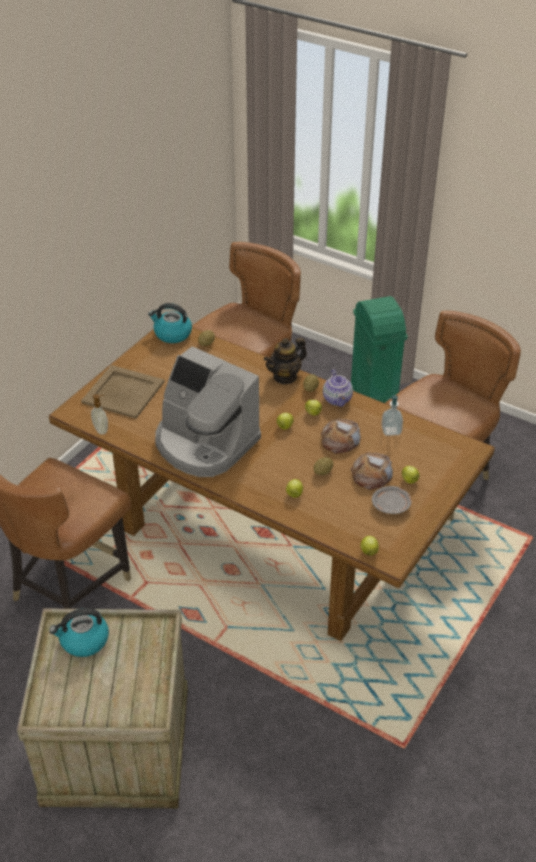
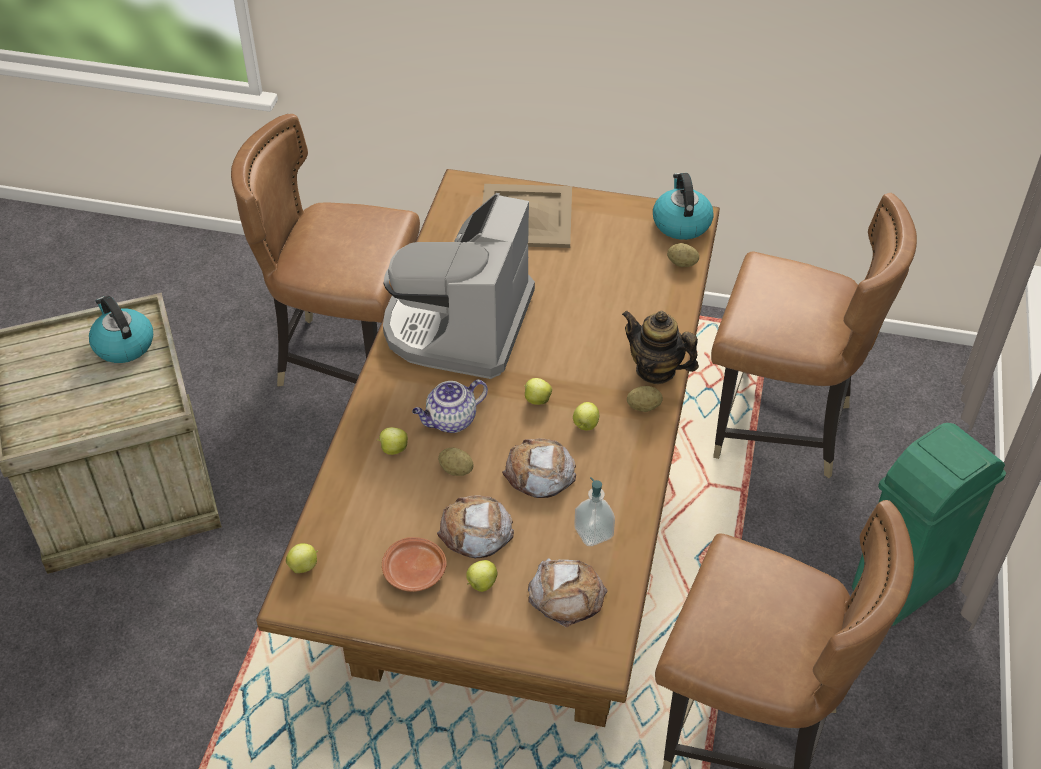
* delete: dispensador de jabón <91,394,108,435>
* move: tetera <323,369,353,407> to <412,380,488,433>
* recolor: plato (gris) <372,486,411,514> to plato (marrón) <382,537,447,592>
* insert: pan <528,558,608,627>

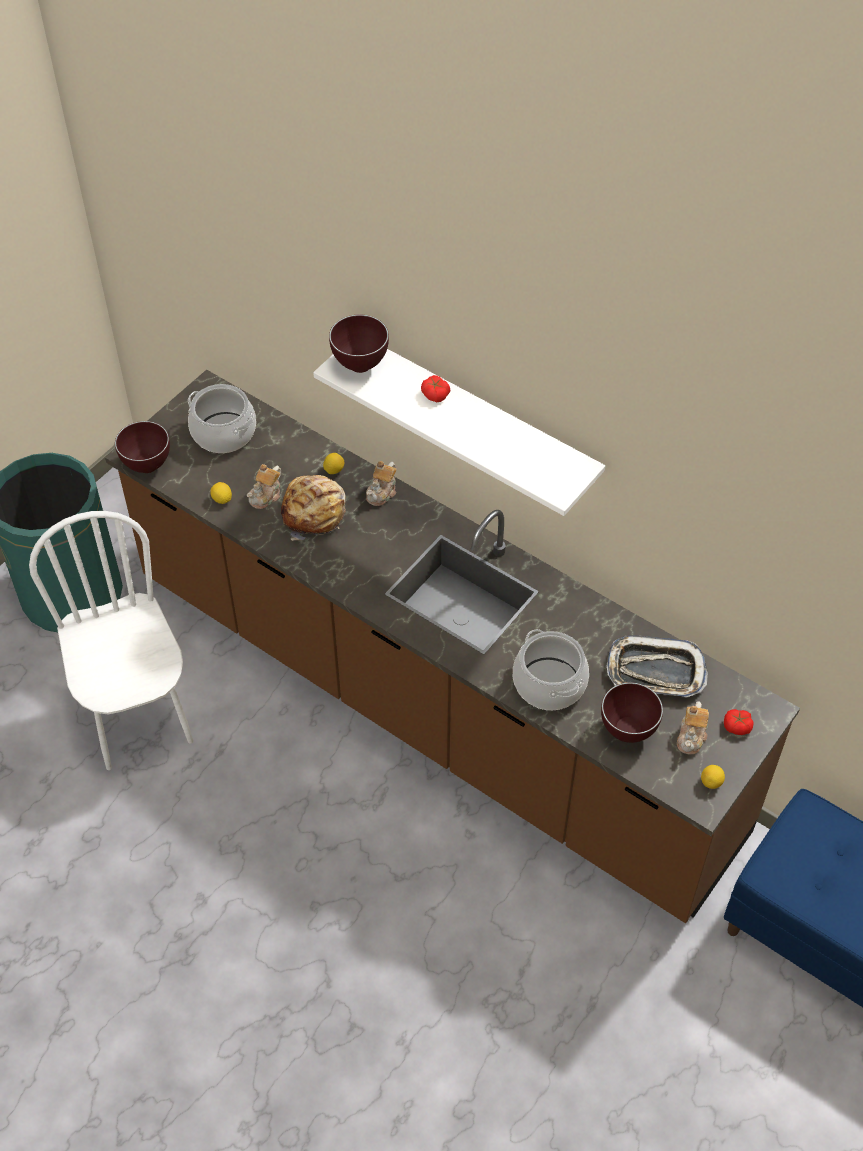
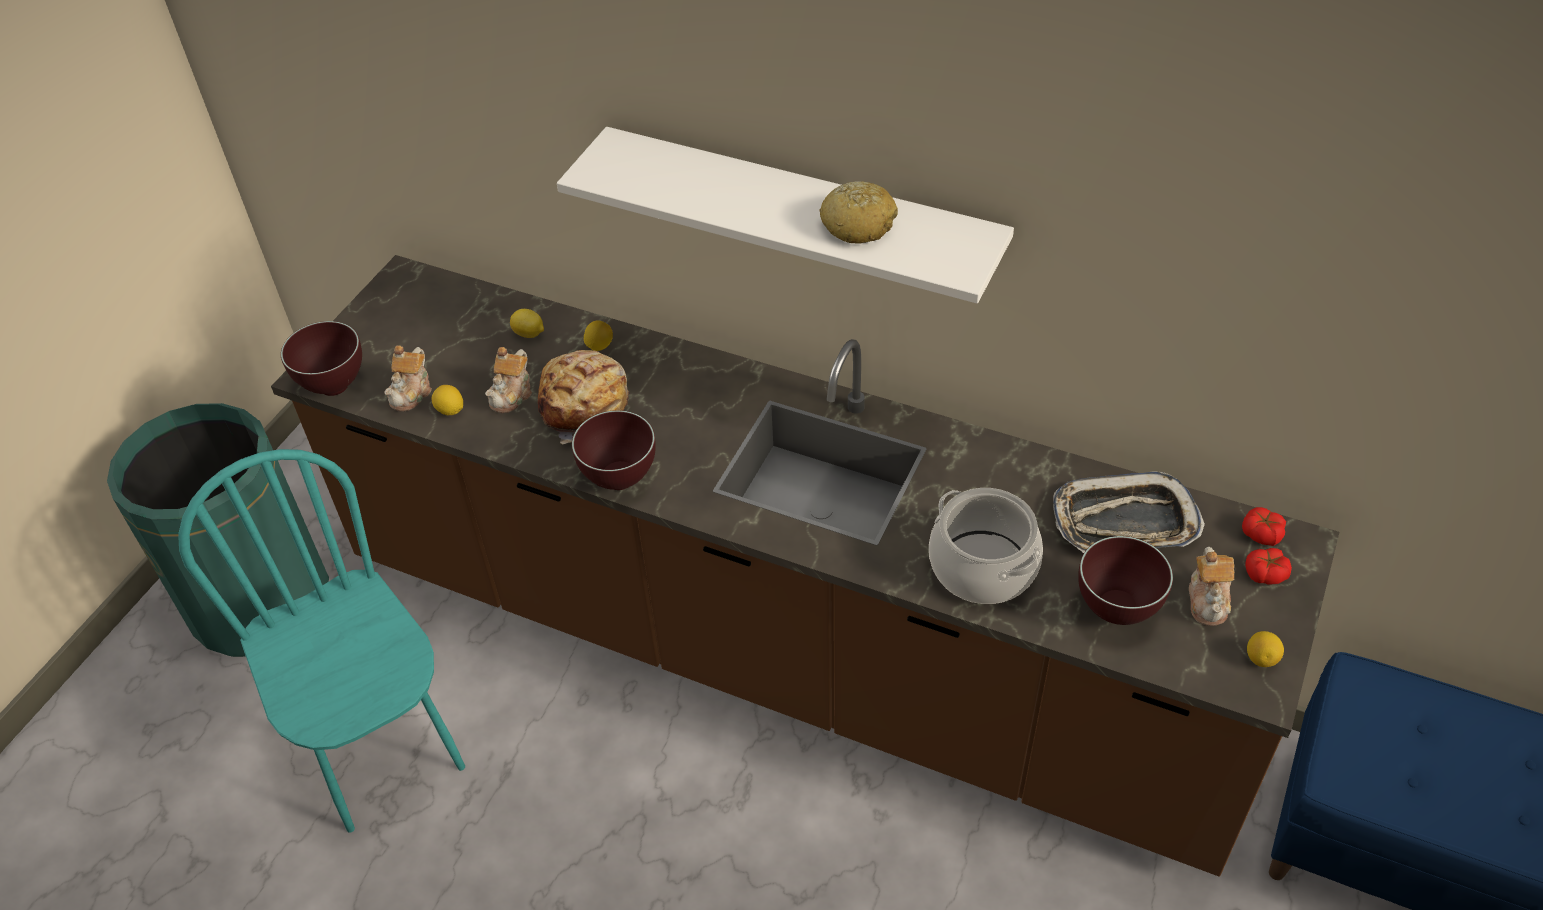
* recolor: silla (blanco) <29,511,193,770> to silla (turquesa) <178,449,465,833>
* delete: olla <188,384,256,453>
* move: cuenco (marrón) <329,315,389,373> to <572,410,656,490>
* move: tetera <366,461,396,506> to <384,345,432,412>
* move: tomate <421,375,450,402> to <1242,507,1286,546>
* insert: limón <510,309,544,338>
* insert: pan <819,181,898,244>

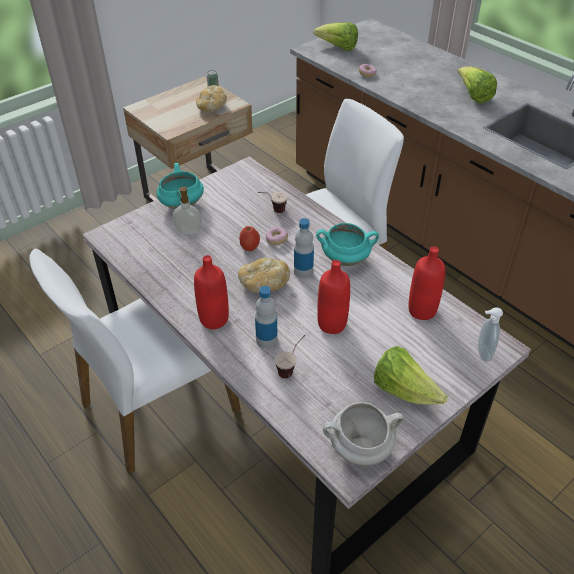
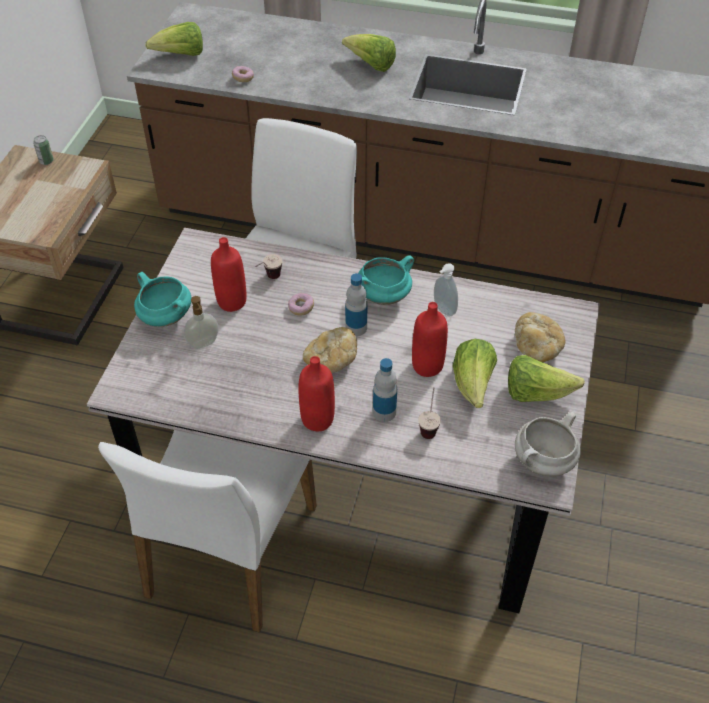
* move: pan <196,85,227,111> to <515,312,566,362>
* delete: manzana <239,226,260,251>
* move: botella (rojo) <409,247,445,320> to <211,237,247,312>
* move: dispensador de jabón <478,307,503,362> to <434,263,458,316>
* insert: lechuga <453,339,497,408>

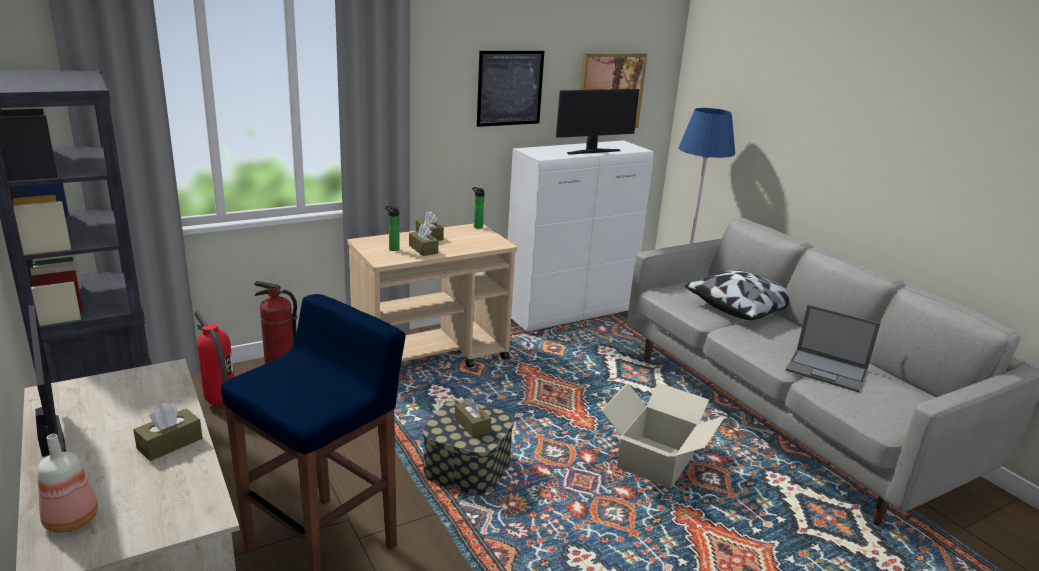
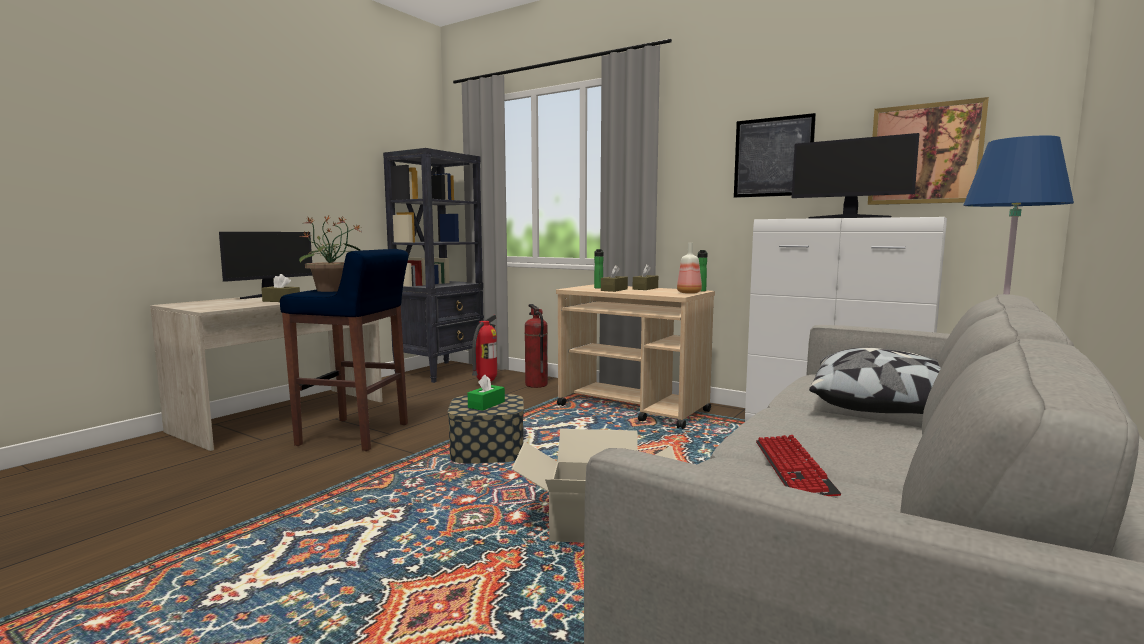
* move: botella <37,434,98,533> to <677,243,702,294>
* recolor: caja de pañuelos (marrón) <455,398,491,438> to caja de pañuelos (verde) <468,375,505,411>
* replace: portátil <786,305,880,392> to teclado <756,435,841,496>
* insert: planta en maceta <299,215,363,292>

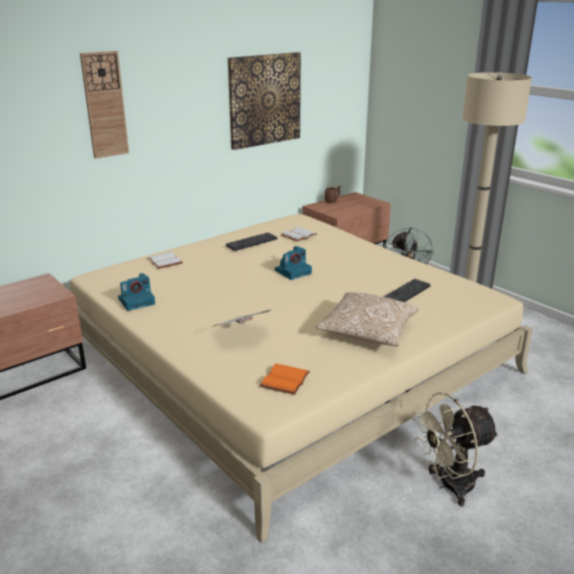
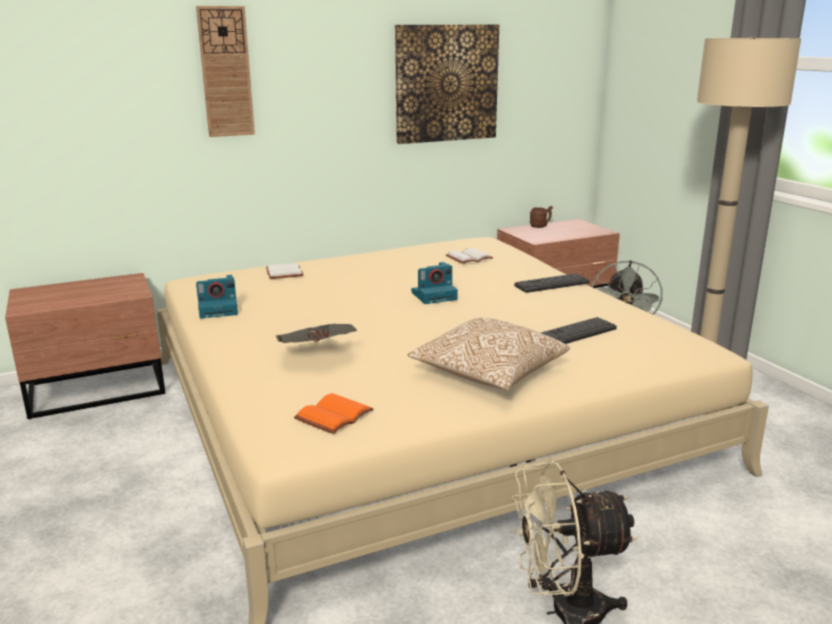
* move: teclado <226,233,277,251> to <514,273,590,293>

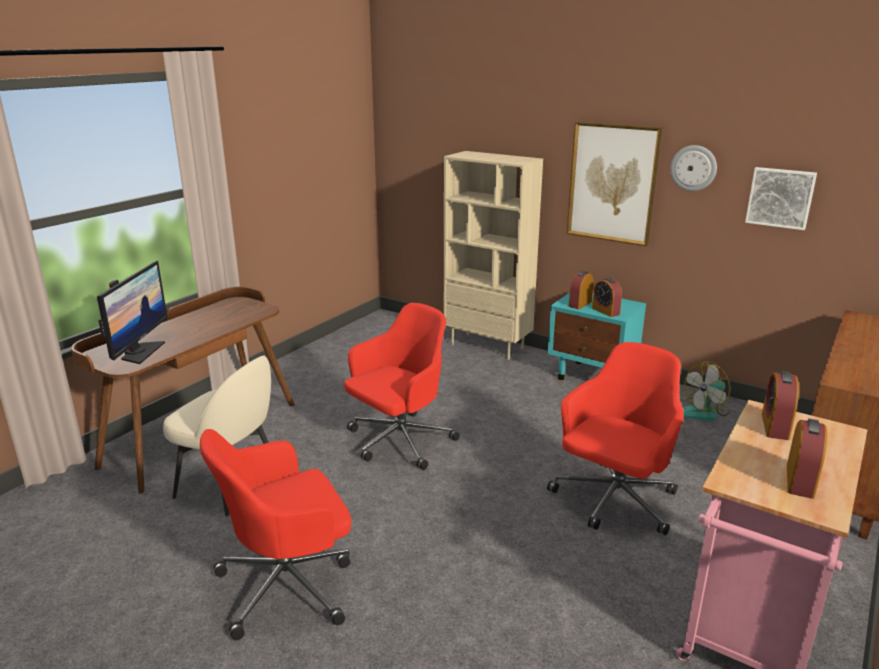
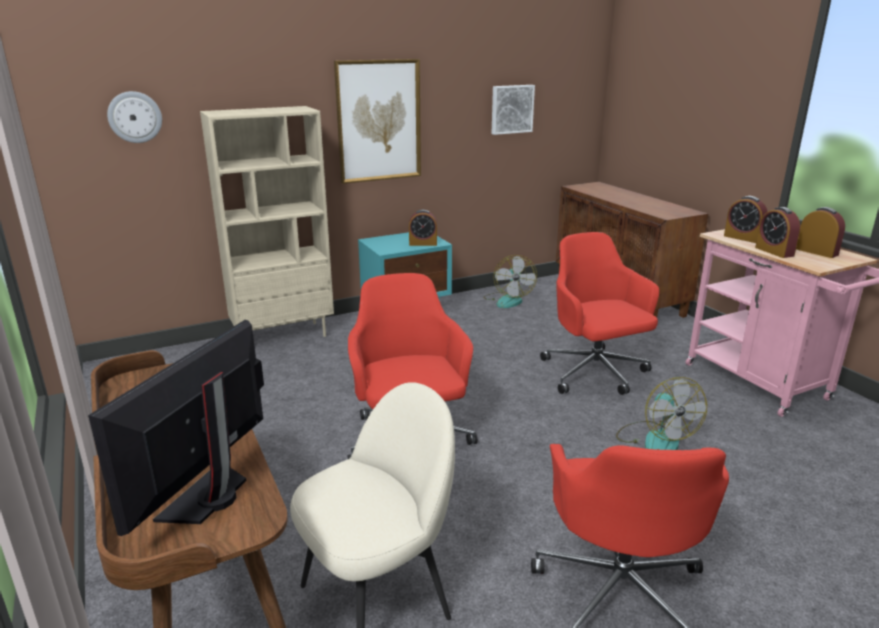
* rotate: monitor <97,261,167,364> = <88,320,264,536> 105 degrees counterclockwise
* move: despertador <569,271,594,309> to <755,207,800,258>
* move: reloj de pared <670,145,717,191> to <107,91,162,143>
* insert: ventilador <616,377,707,450>

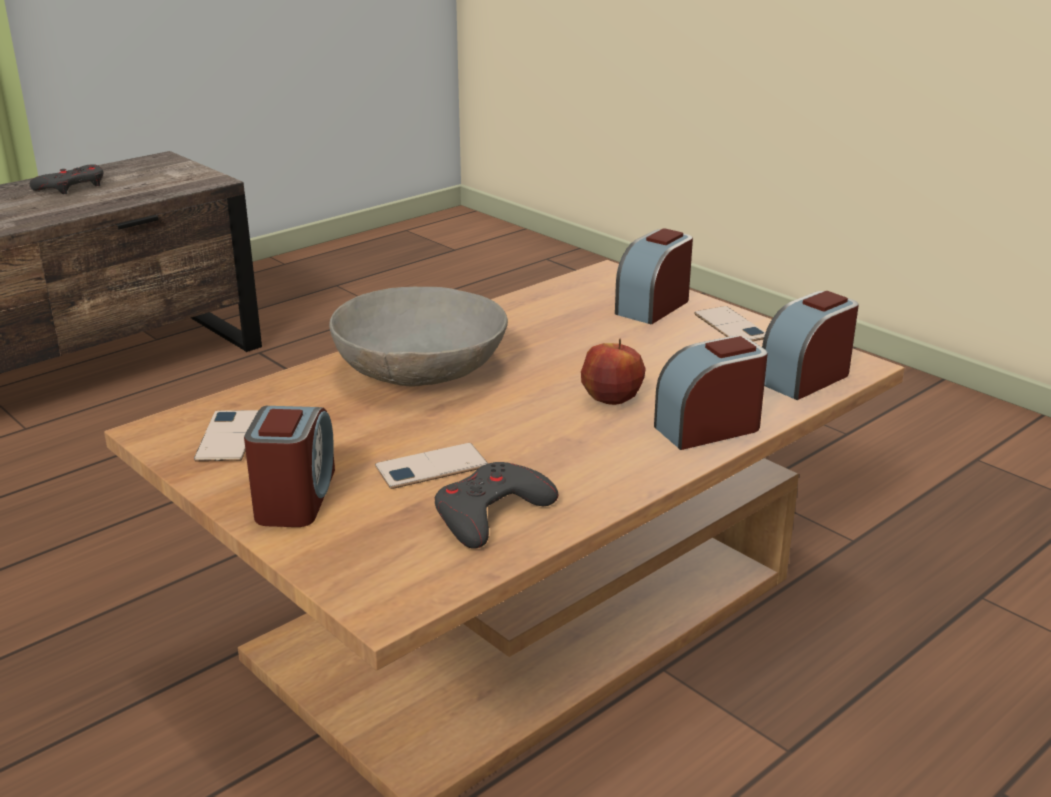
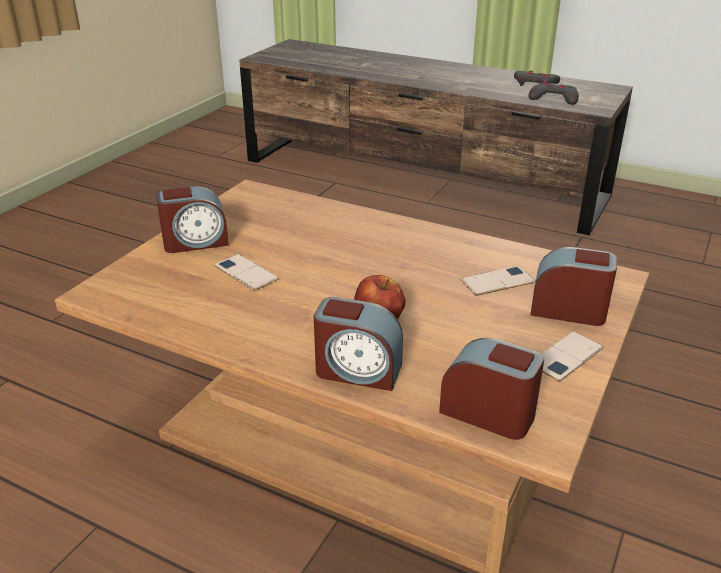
* move: móvil <194,410,259,461> to <461,266,536,295>
* delete: cuenco (gris) <329,287,508,386>
* move: mando de consola (gris) <435,462,558,549> to <528,81,579,105>
* rotate: despertador <654,336,768,450> = <314,297,403,391> 150 degrees clockwise

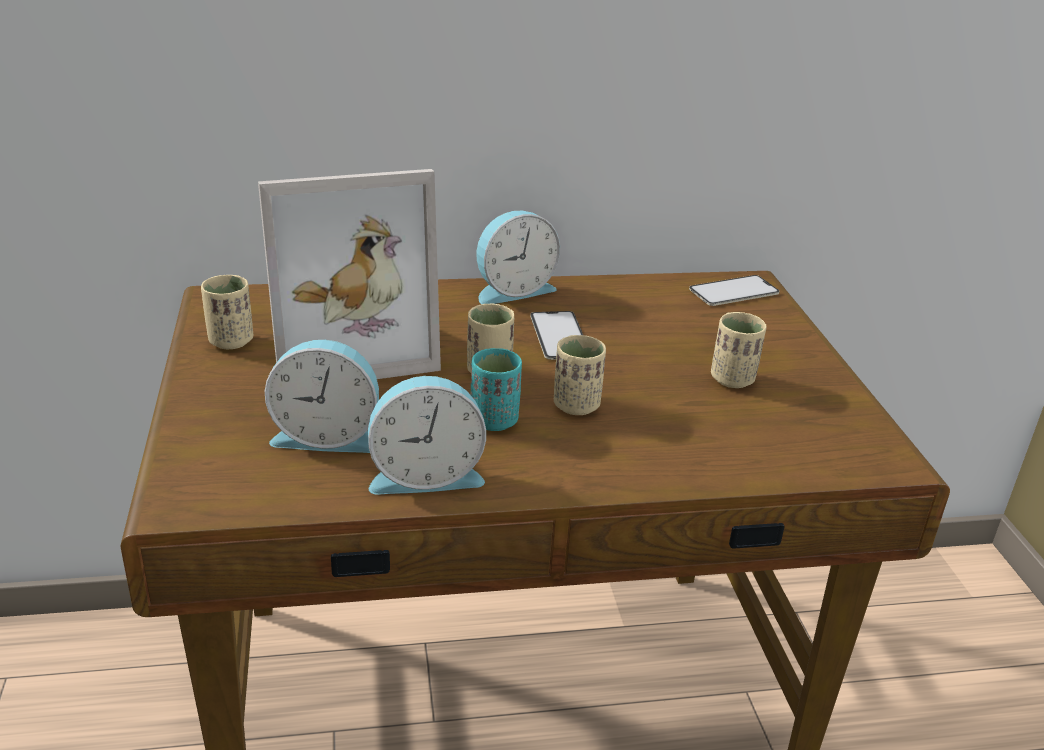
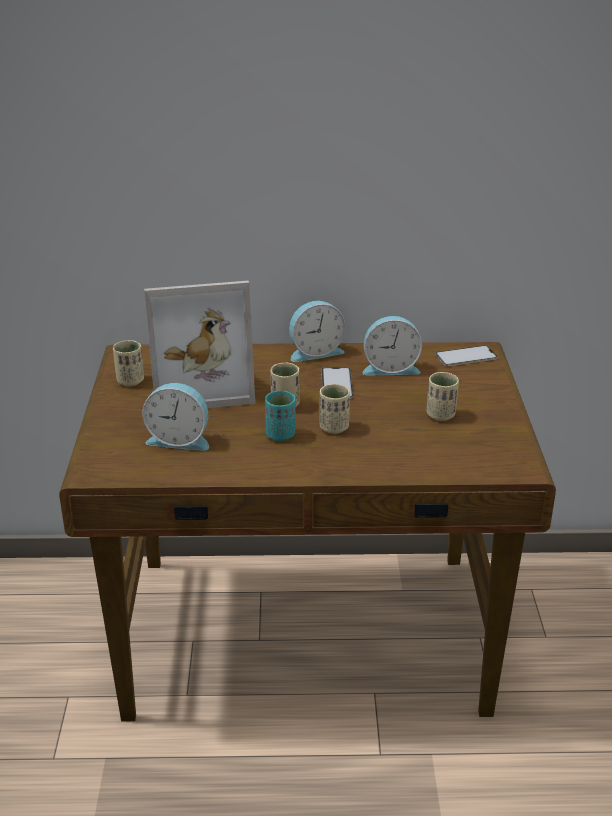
* move: despertador <368,376,486,495> to <362,316,422,375>

